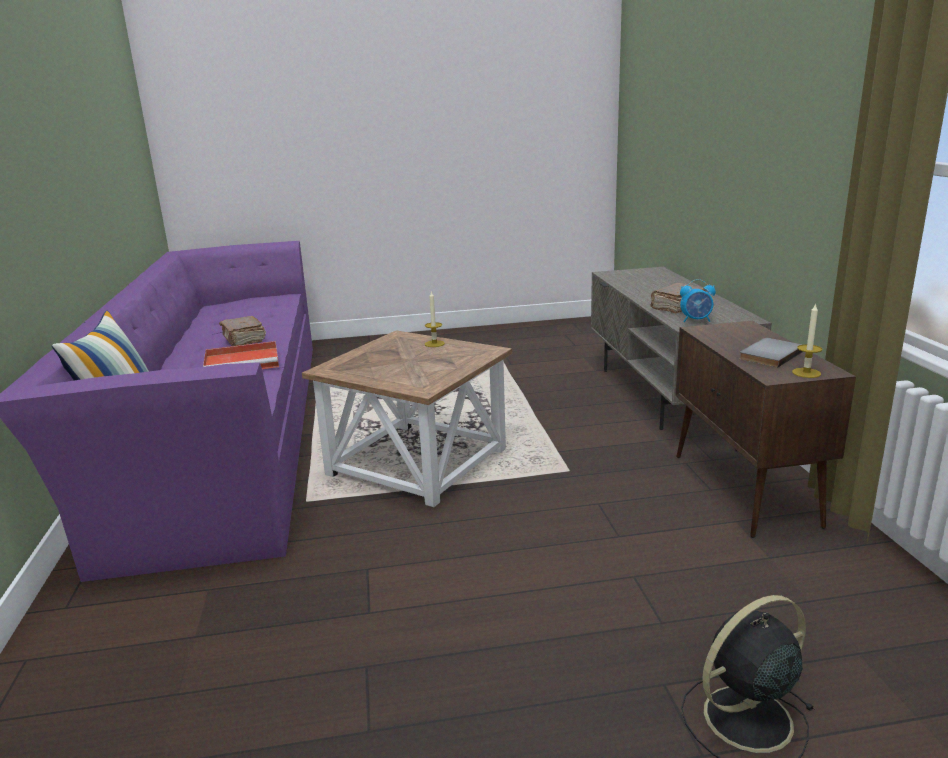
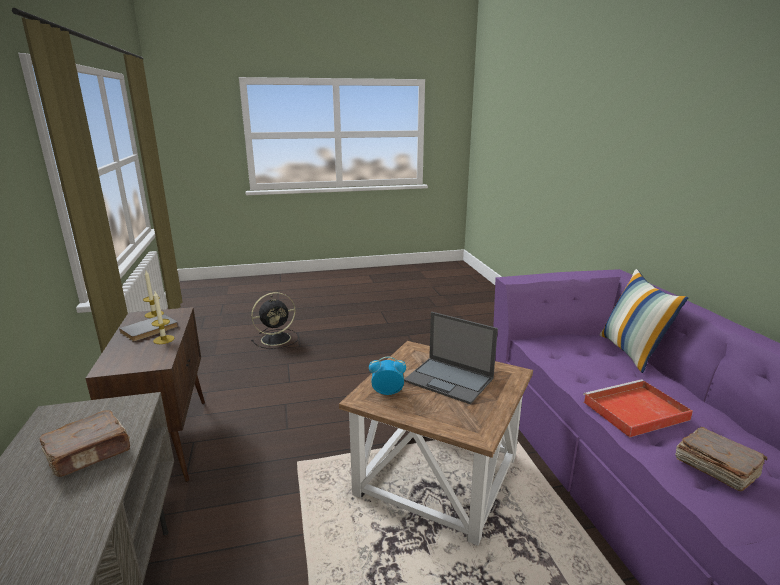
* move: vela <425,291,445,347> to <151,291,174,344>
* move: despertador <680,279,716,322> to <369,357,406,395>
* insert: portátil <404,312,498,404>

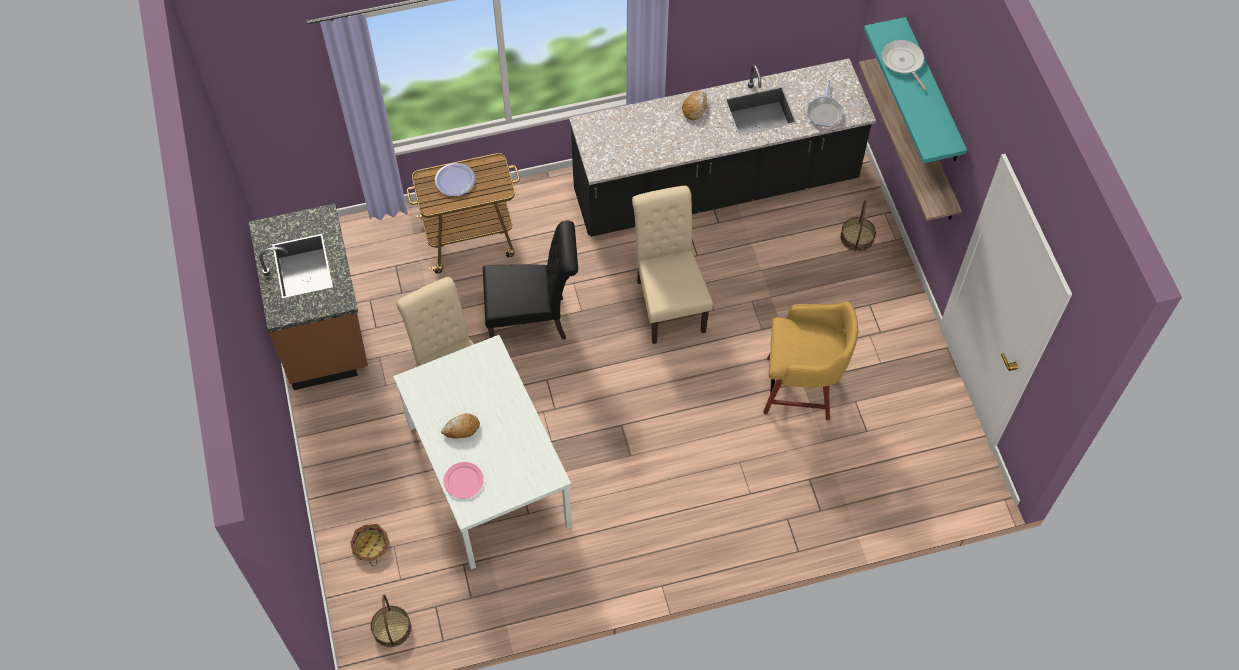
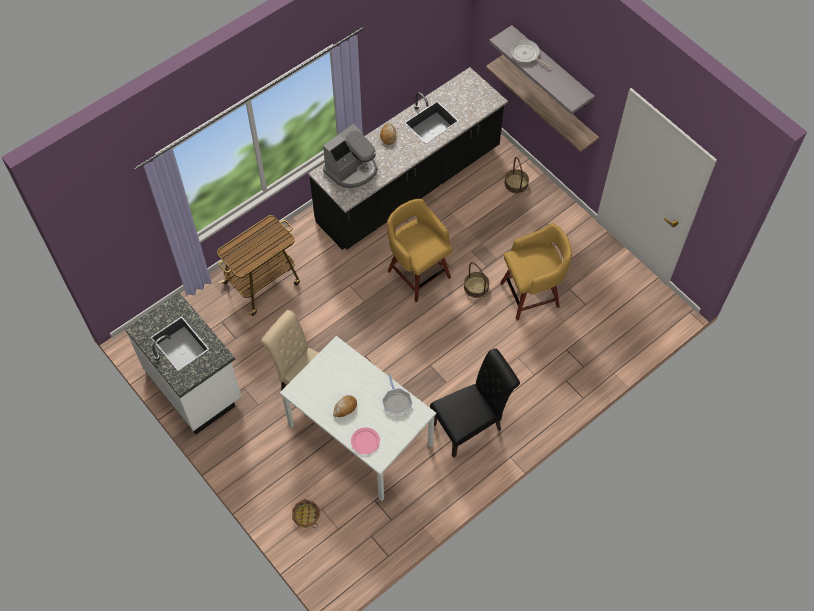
* recolor: mueble bajo de cocina (marrón) <249,203,368,390> to mueble bajo de cocina (blanco) <125,292,242,434>
* move: cesta <371,595,411,647> to <464,262,489,298>
* delete: plato <435,163,475,196>
* move: silla (negro) <483,221,578,340> to <430,348,520,458>
* replace: silla (beis) <632,186,713,344> to taburete (amarillo) <387,199,452,302>
* move: sartén <807,80,843,127> to <382,374,412,416>
* recolor: estante (turquesa) <864,17,967,163> to estante (gris) <489,25,595,115>
* insert: cafetera <323,124,377,189>

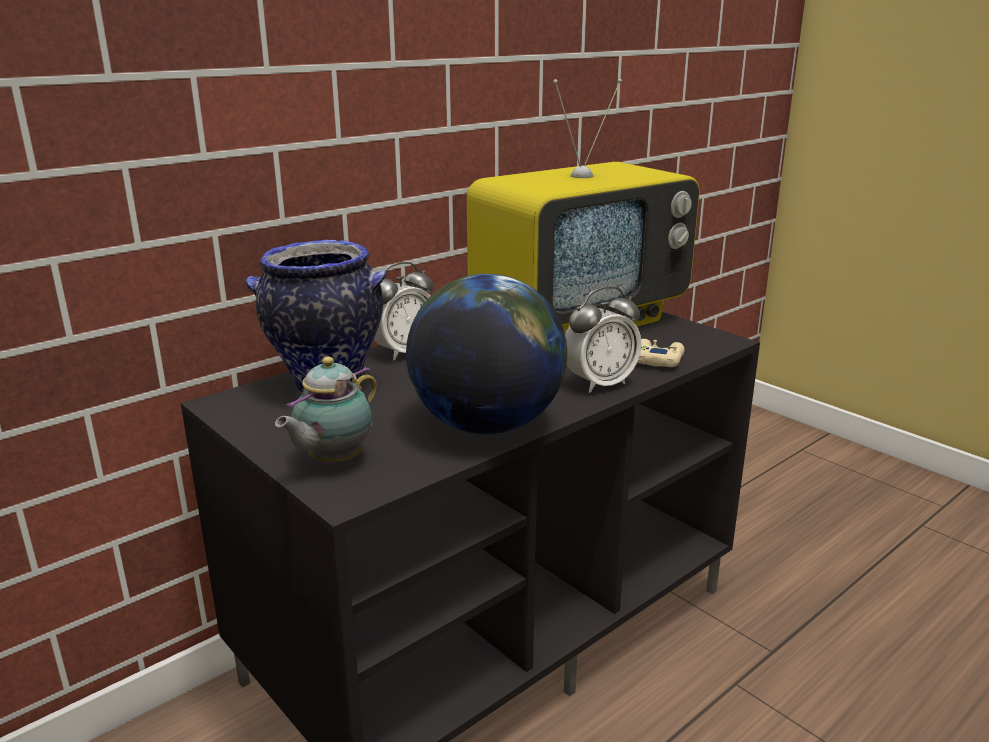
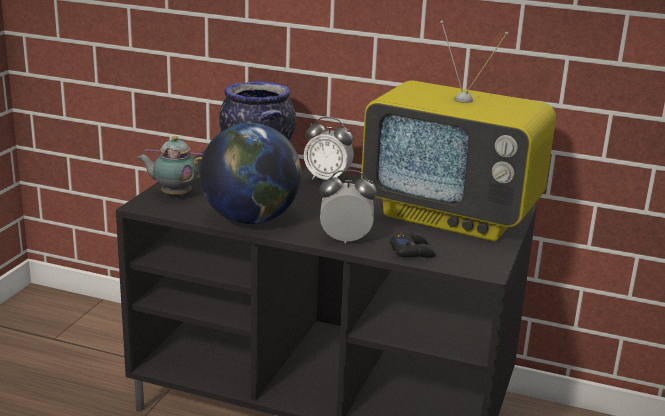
* rotate: despertador <565,286,641,393> = <319,170,377,243> 150 degrees clockwise
* recolor: mando de consola (beis) <638,339,685,367> to mando de consola (negro) <389,232,435,258>

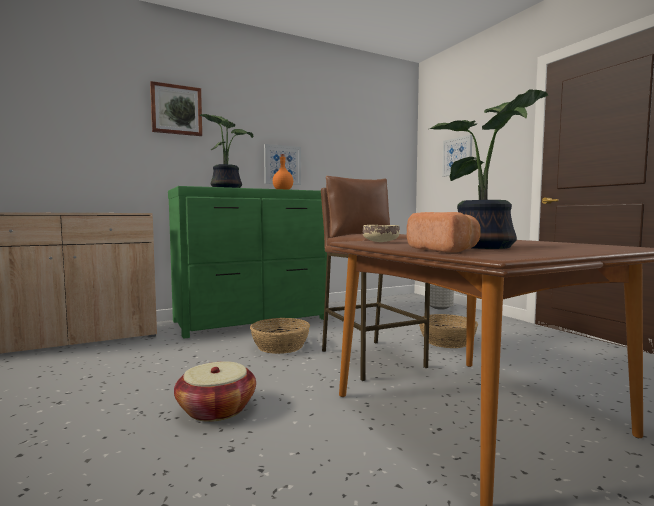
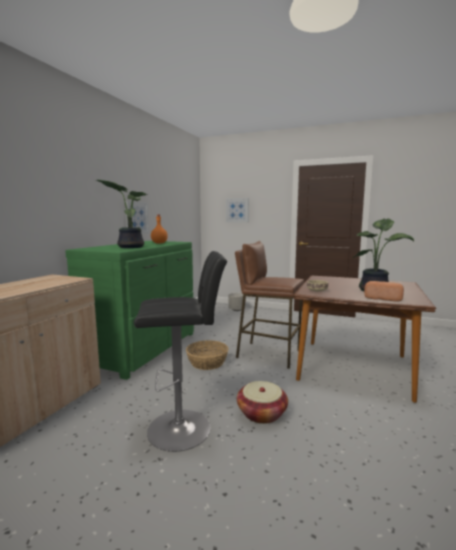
* delete: cuadro <150,81,202,136>
* delete: cesta <419,314,478,348>
* insert: taburete (negro) <134,251,227,452>

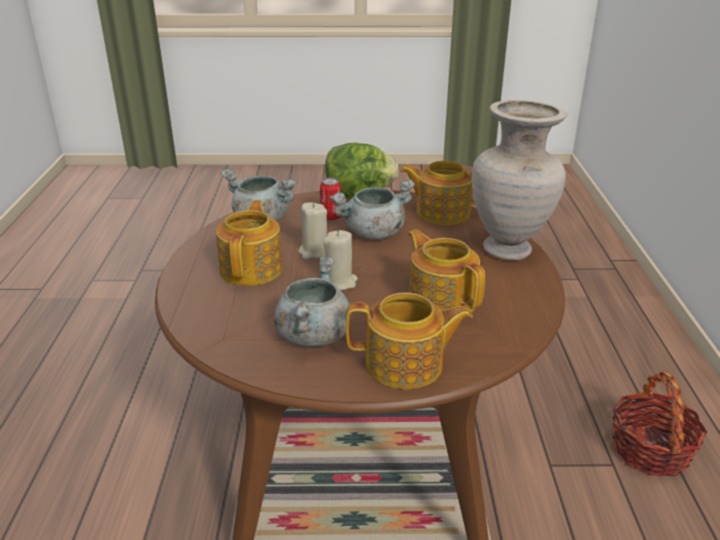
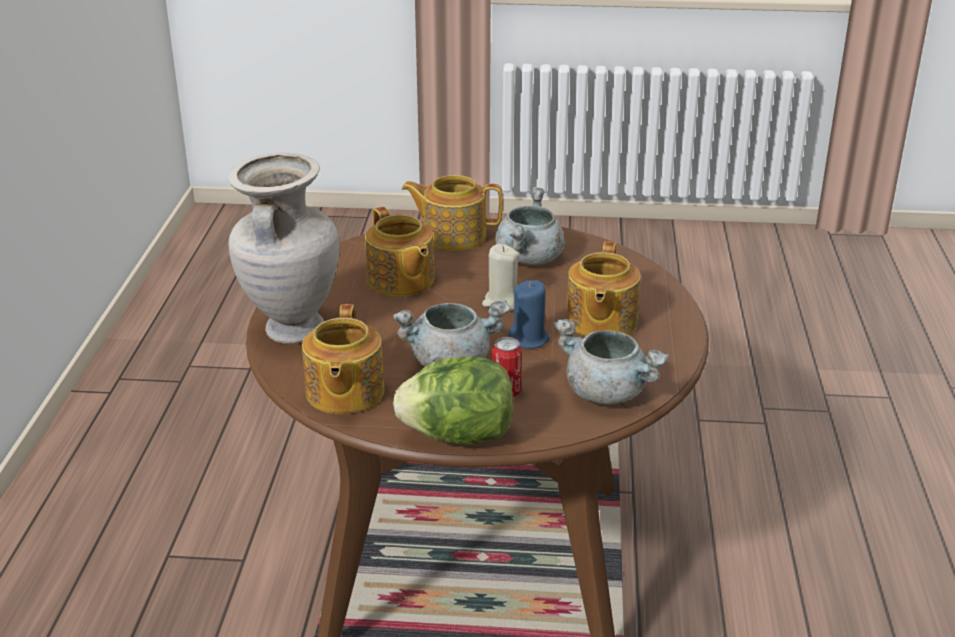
* recolor: vela (beis) <298,202,327,259> to vela (azul) <508,280,550,349>
* rotate: tetera <400,161,475,225> = <302,304,385,414> 75 degrees clockwise
* delete: cesta <612,371,707,476>

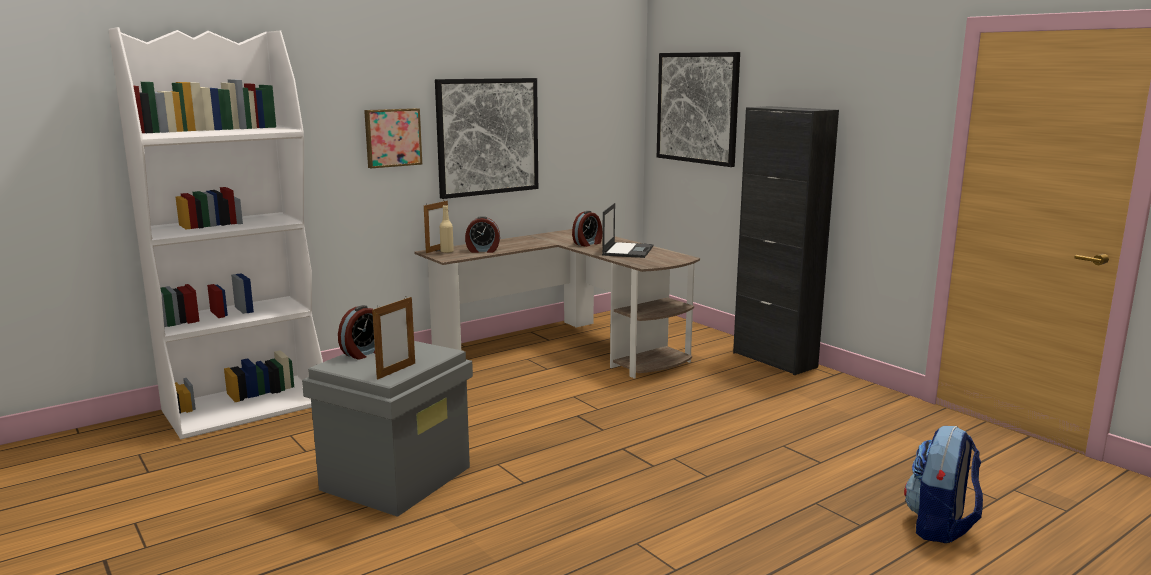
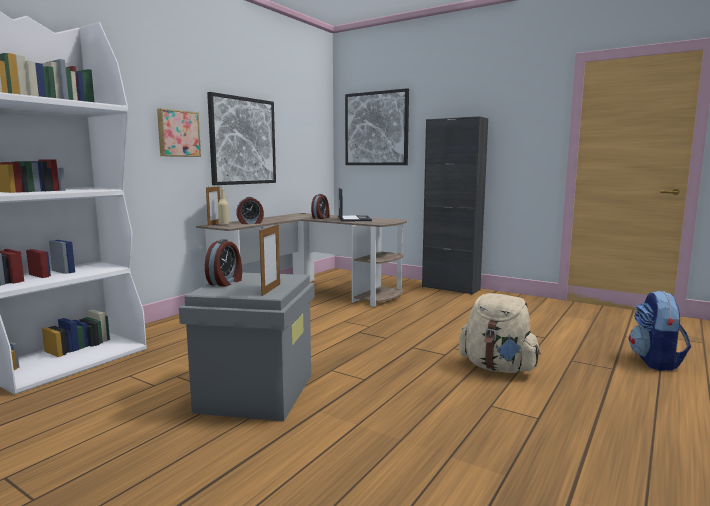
* insert: mochila (beis) <459,293,541,373>

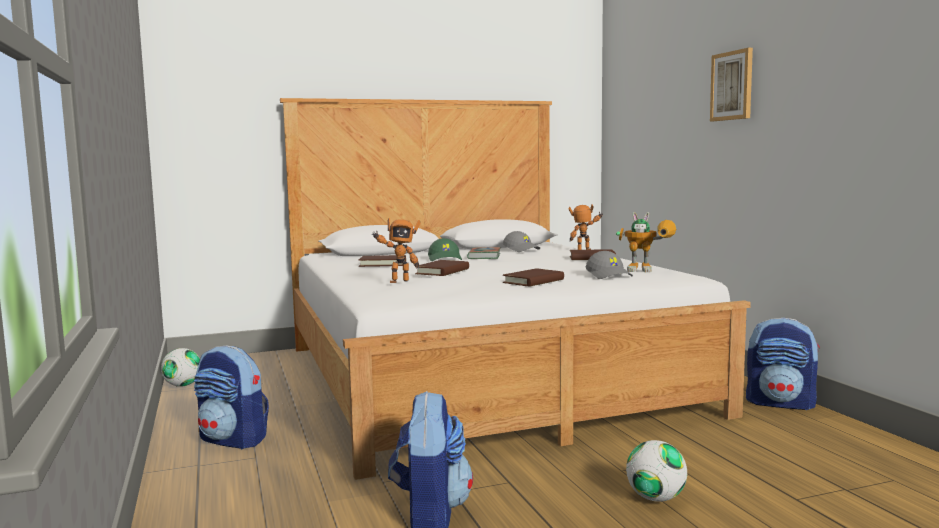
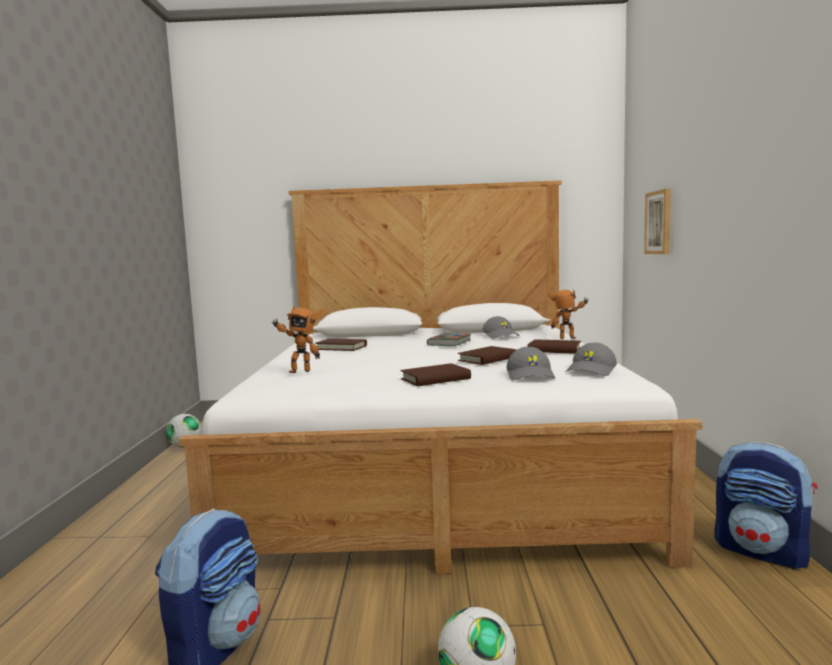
* delete: mochila <194,346,269,450>
* move: libro (marrón) <415,260,469,276> to <458,346,516,365>
* delete: gorra (verde) <428,238,462,261>
* replace: robot de juguete <616,212,676,272> to gorra (gris) <566,343,617,376>
* move: cuadro <710,48,753,121> to <644,189,671,254>

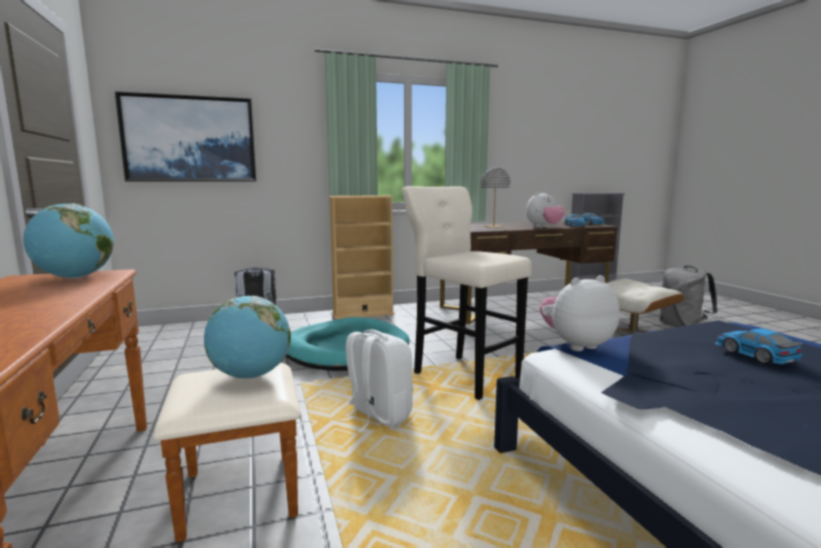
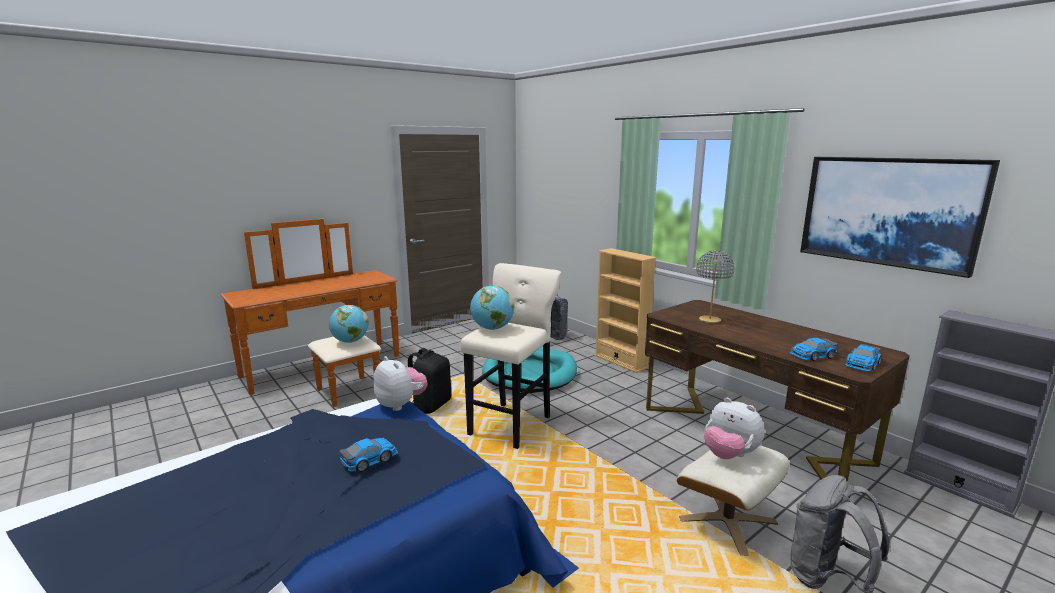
* move: globo terráqueo <23,203,114,278> to <470,286,514,330>
* move: cuadro <115,91,256,181> to <800,157,1000,278>
* recolor: mochila (blanco) <340,330,413,433> to mochila (negro) <408,348,451,414>
* move: peluche <526,192,565,227> to <704,398,764,459>

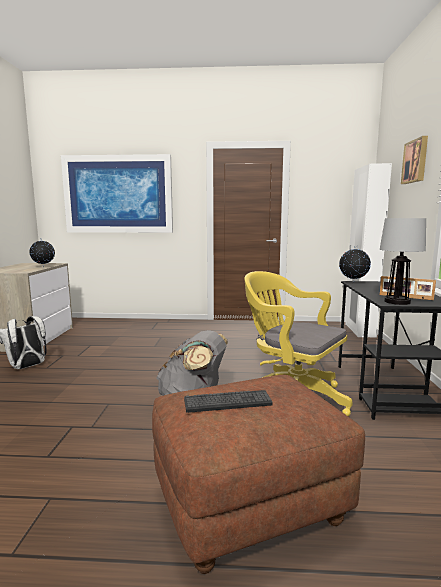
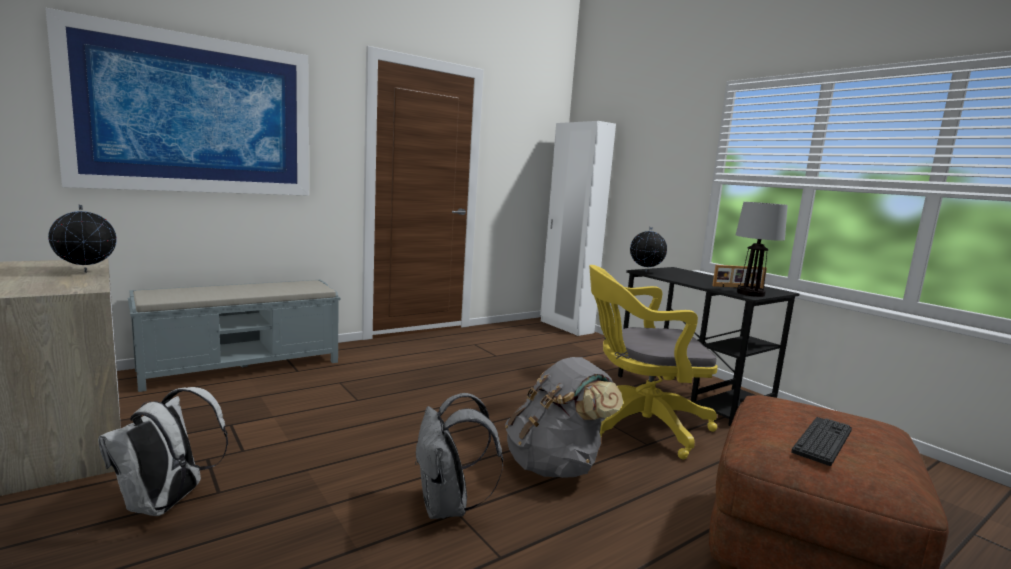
* delete: cuadro <401,136,428,184>
* insert: banco (gris) <128,280,341,392>
* insert: mochila (gris) <415,393,504,519>

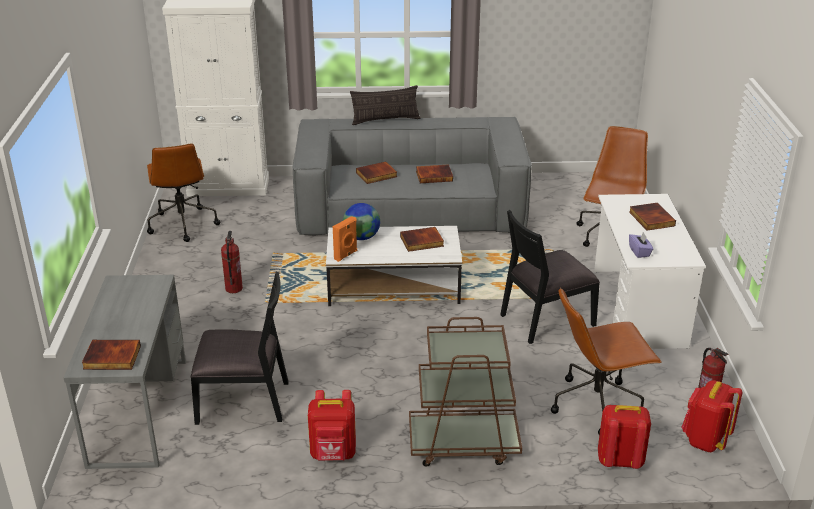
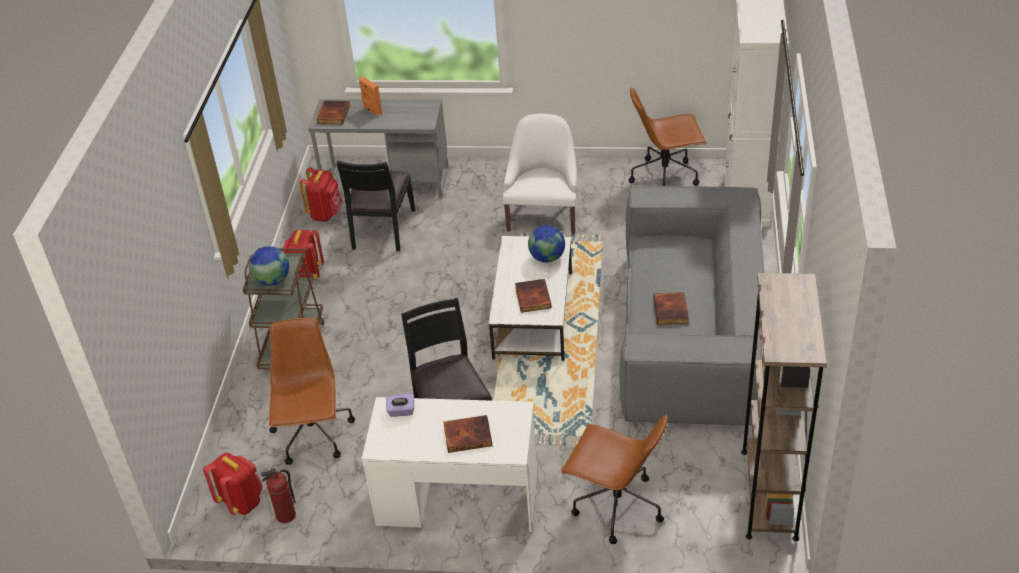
* replace: extintor <221,231,243,293> to sillón (blanco) <503,113,578,234>
* move: altavoz (naranja) <333,216,357,262> to <359,77,382,116>
* delete: cojín <350,85,420,125>
* delete: libro <356,161,397,184>
* move: mochila (rojo) <598,405,651,469> to <300,167,343,222>
* insert: globo terráqueo <249,246,289,286>
* insert: estantería (marrón) <741,273,827,541>

